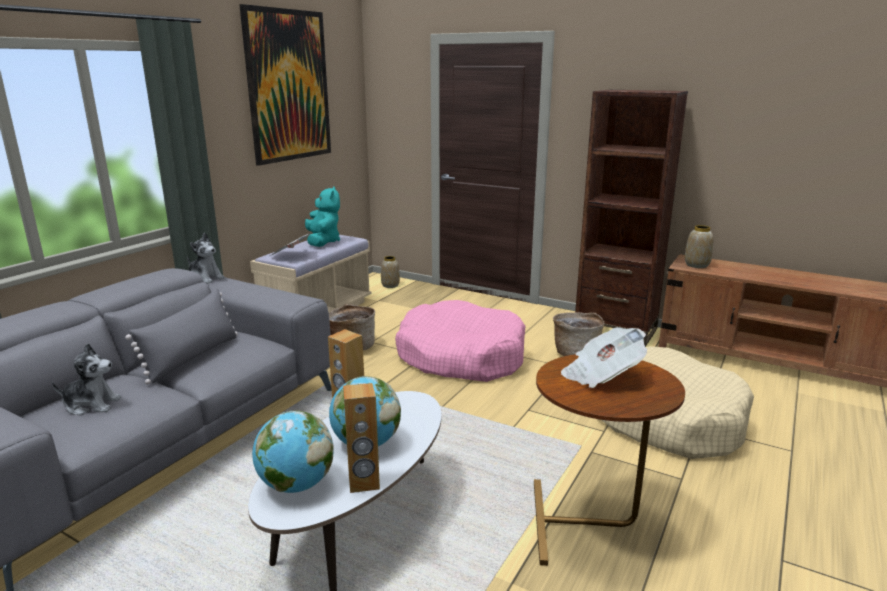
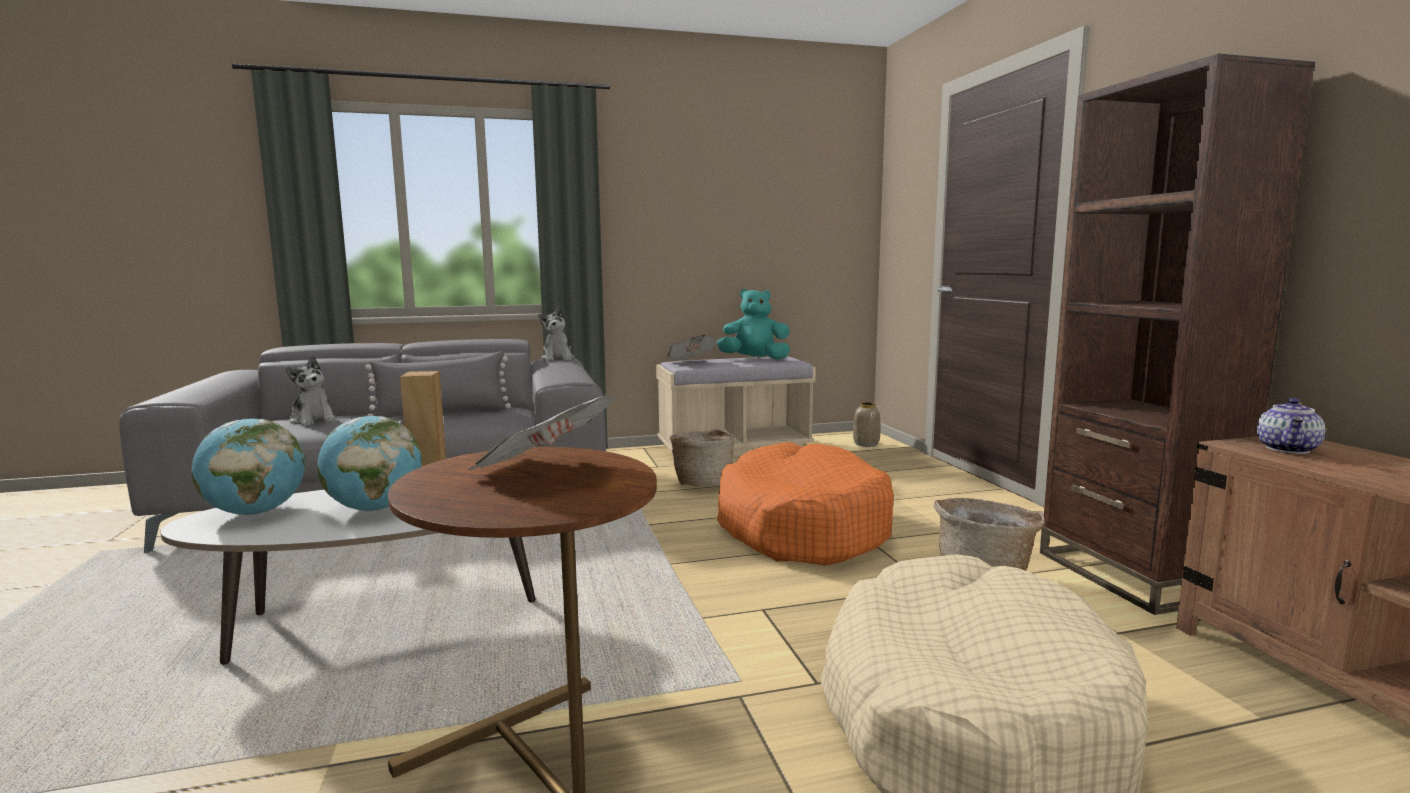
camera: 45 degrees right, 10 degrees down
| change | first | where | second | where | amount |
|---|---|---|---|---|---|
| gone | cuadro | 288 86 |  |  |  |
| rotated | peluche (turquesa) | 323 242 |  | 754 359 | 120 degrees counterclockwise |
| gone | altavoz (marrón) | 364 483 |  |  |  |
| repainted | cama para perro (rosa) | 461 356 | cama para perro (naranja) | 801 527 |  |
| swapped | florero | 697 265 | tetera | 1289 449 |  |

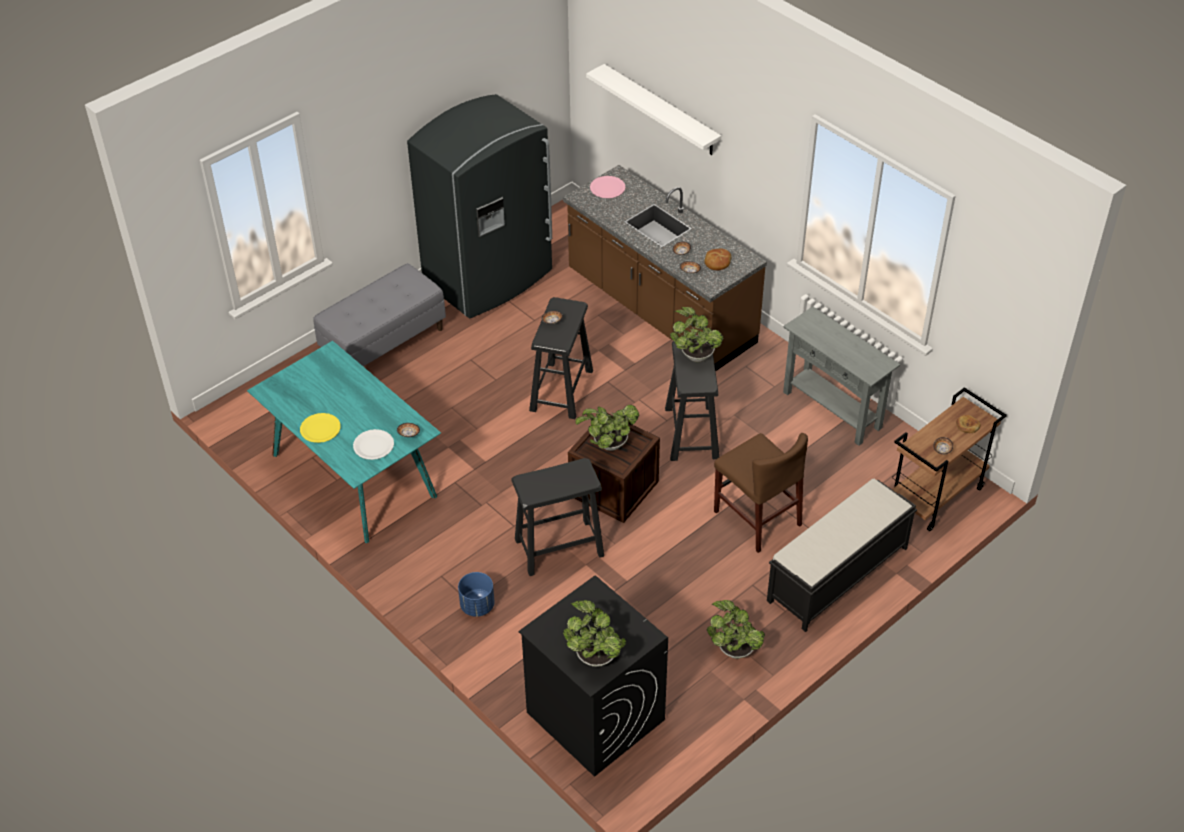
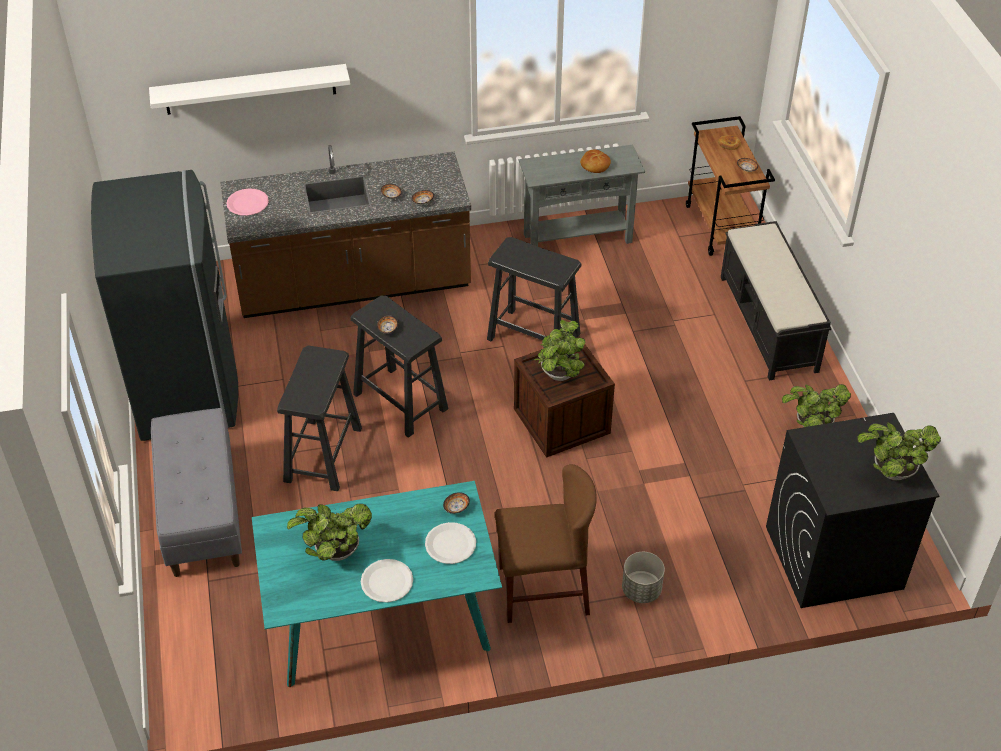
camera: 60 degrees left, 0 degrees up
| change | first | where | second | where | amount |
|---|---|---|---|---|---|
| repainted | plato (amarillo) | 320 429 | plato (blanco) | 387 582 |  |
| repainted | maceta (azul) | 477 606 | maceta (gris) | 641 590 |  |
| shifted | taburete (negro) | 559 547 |  | 323 454 |  |
| shifted | planta en maceta | 695 355 |  | 334 552 |  |
| shifted | pan | 717 263 |  | 594 165 |  |
| shifted | silla (marrón) | 757 518 |  | 543 590 |  |

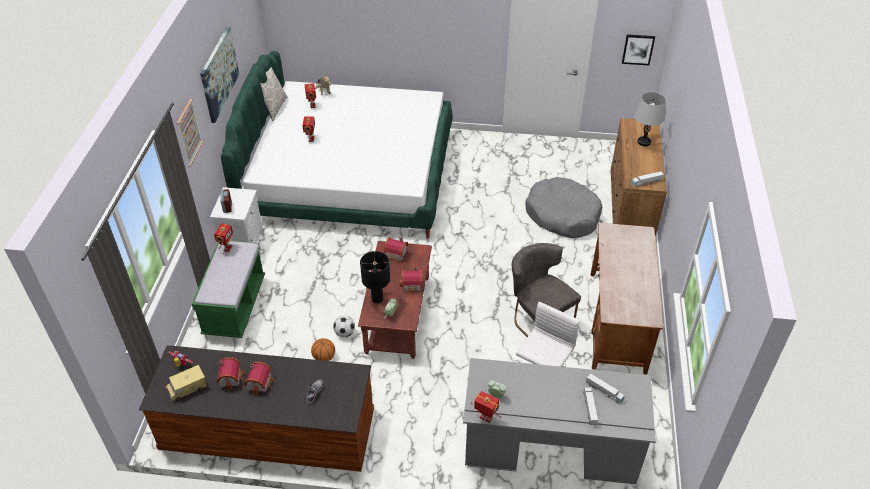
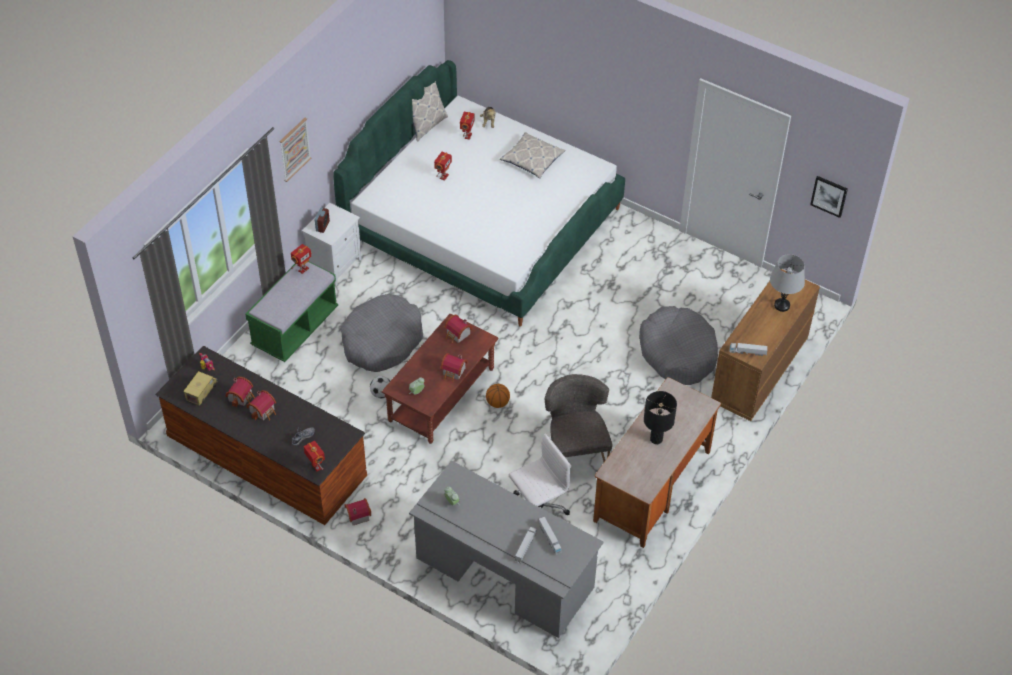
camera: 25 degrees right, 5 degrees up
| change | first | where | second | where | amount |
|---|---|---|---|---|---|
| rotated | camión de juguete | 187 388 |  | 201 391 | 120 degrees clockwise |
| gone | cuadro | 219 74 |  |  |  |
| shifted | balón de baloncesto | 324 357 |  | 497 403 |  |
| shifted | lámpara de mesa (negro) | 377 299 |  | 656 439 |  |
| shifted | robot de juguete | 485 418 |  | 316 467 |  |
| new |  |  | cama para perro (gris) | 382 341 |  |
| new |  |  | casita | 357 515 |  |
| new |  |  | cojín | 532 159 |  |

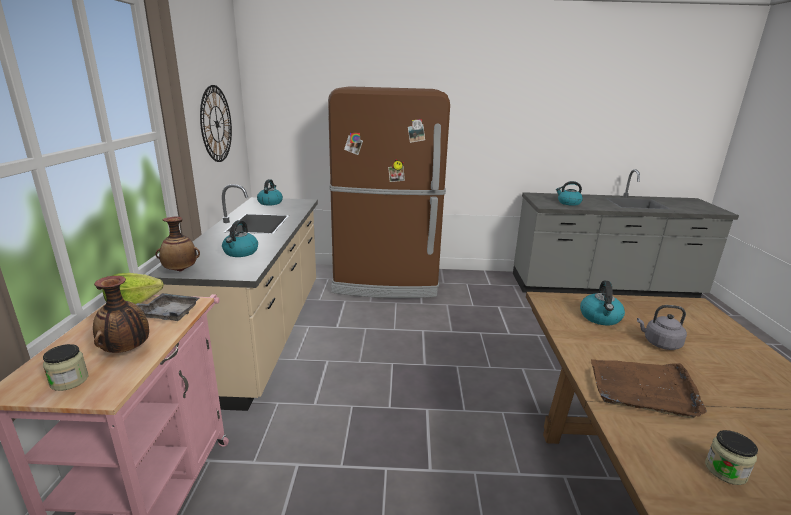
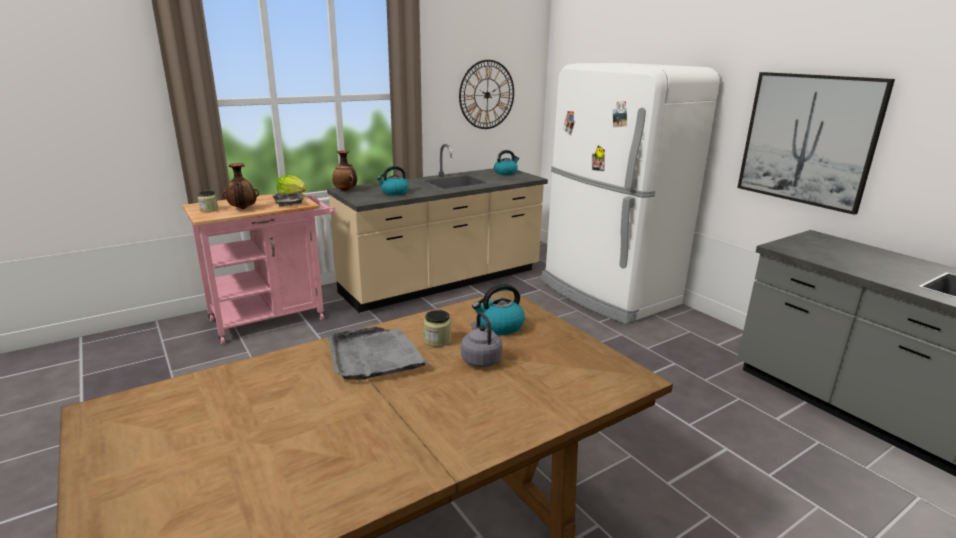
camera: 55 degrees right, 0 degrees up
| change | first | where | second | where | amount |
|---|---|---|---|---|---|
| repainted | nevera (marrón) | 386 281 | nevera (blanco) | 607 293 |  |
| gone | hervidor | 568 203 |  |  |  |
| repainted | bandeja (marrón) | 643 388 | bandeja (gris) | 374 356 |  |
| shifted | tarro | 725 471 |  | 437 340 |  |
| new |  |  | cuadro | 808 139 |  |

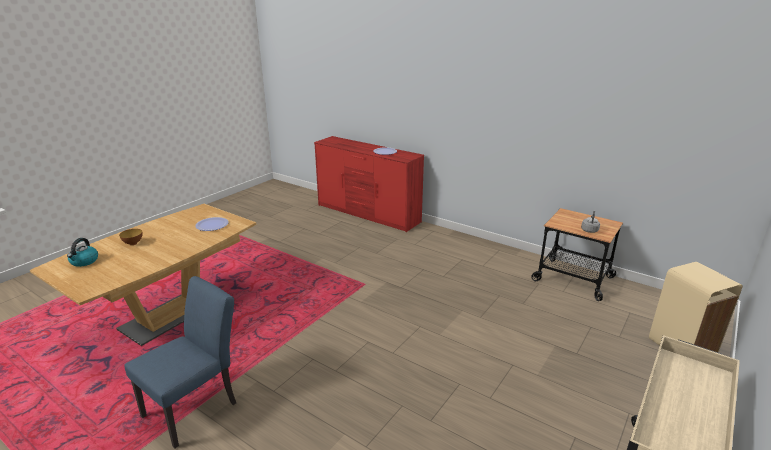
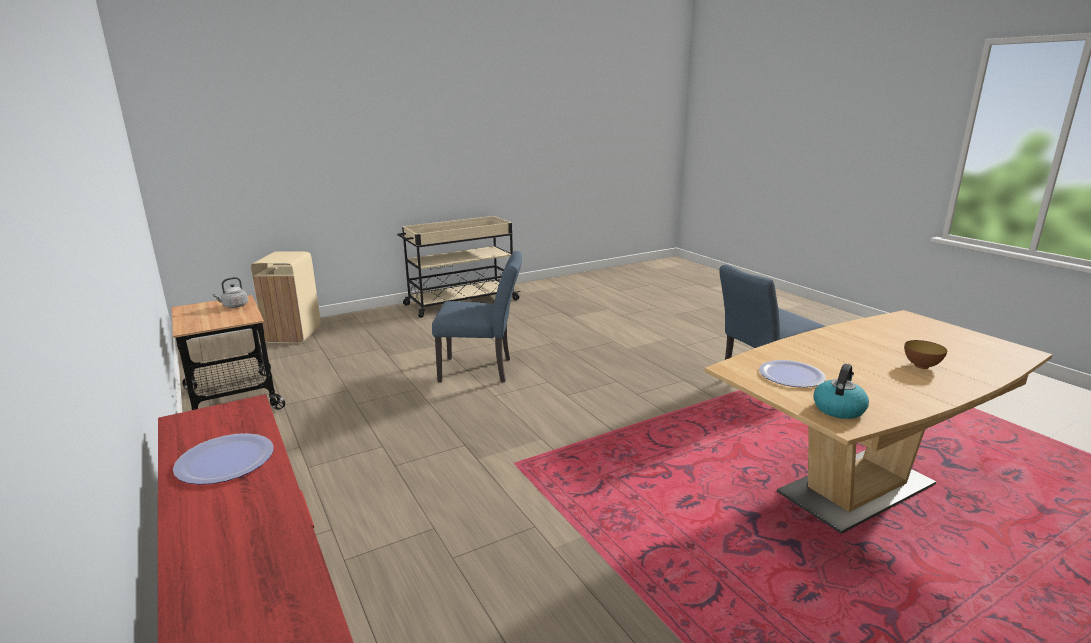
camera: 155 degrees left, 5 degrees down
| change | first | where | second | where | amount |
|---|---|---|---|---|---|
| shifted | hervidor | 84 261 |  | 838 408 |  |
| new |  |  | silla (azul) | 482 370 |  |

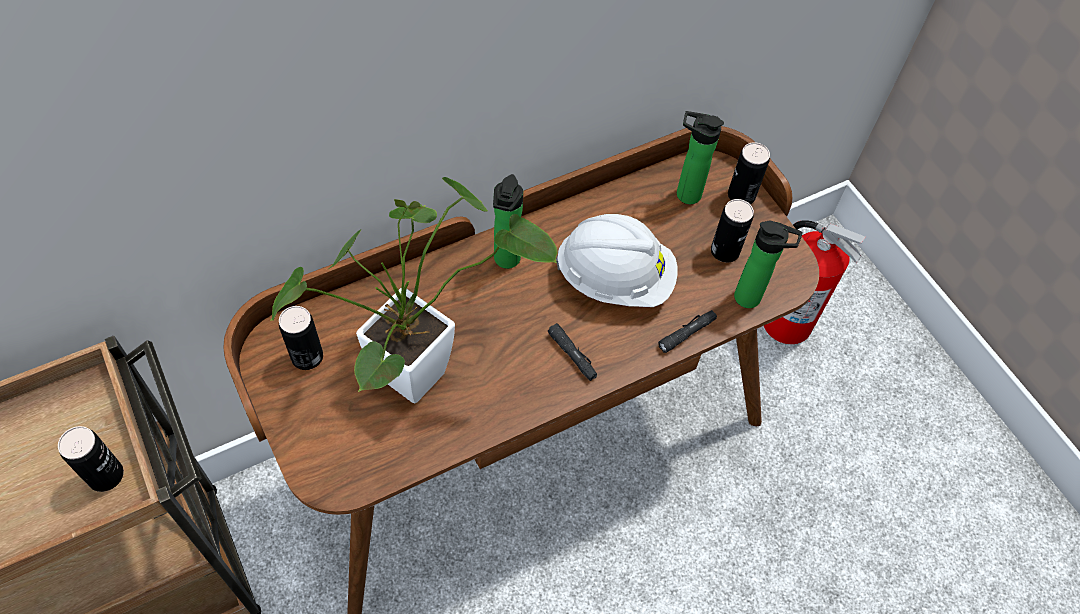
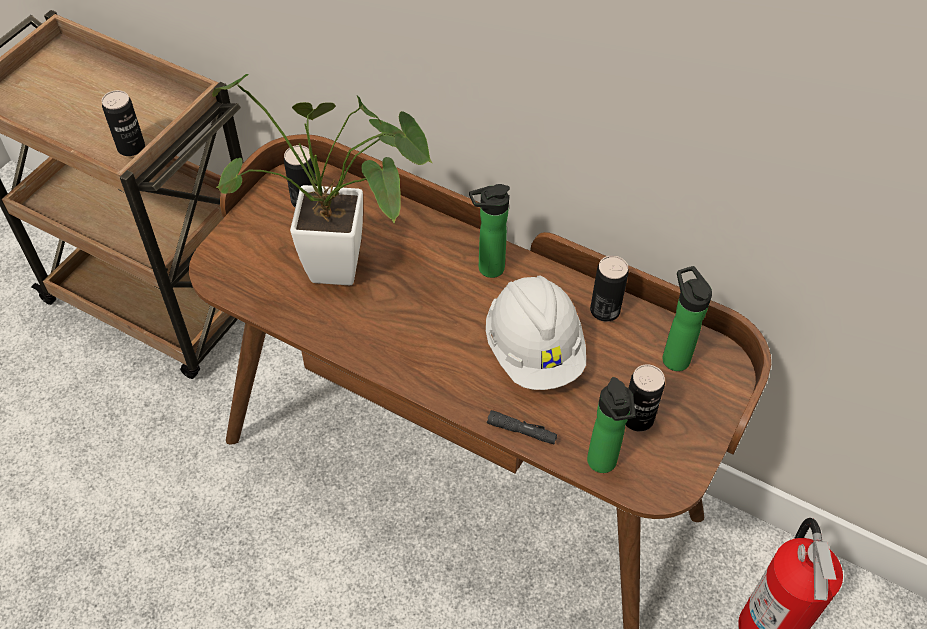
camera: 60 degrees right, 5 degrees down
| change | first | where | second | where | amount |
|---|---|---|---|---|---|
| gone | linterna (negro) | 572 355 |  |  |  |
| shifted | lata | 741 195 |  | 605 310 |  |

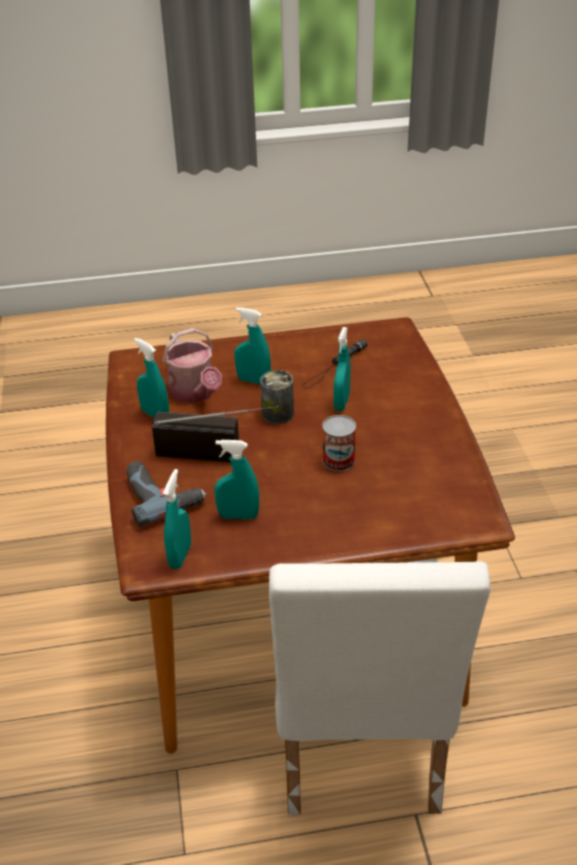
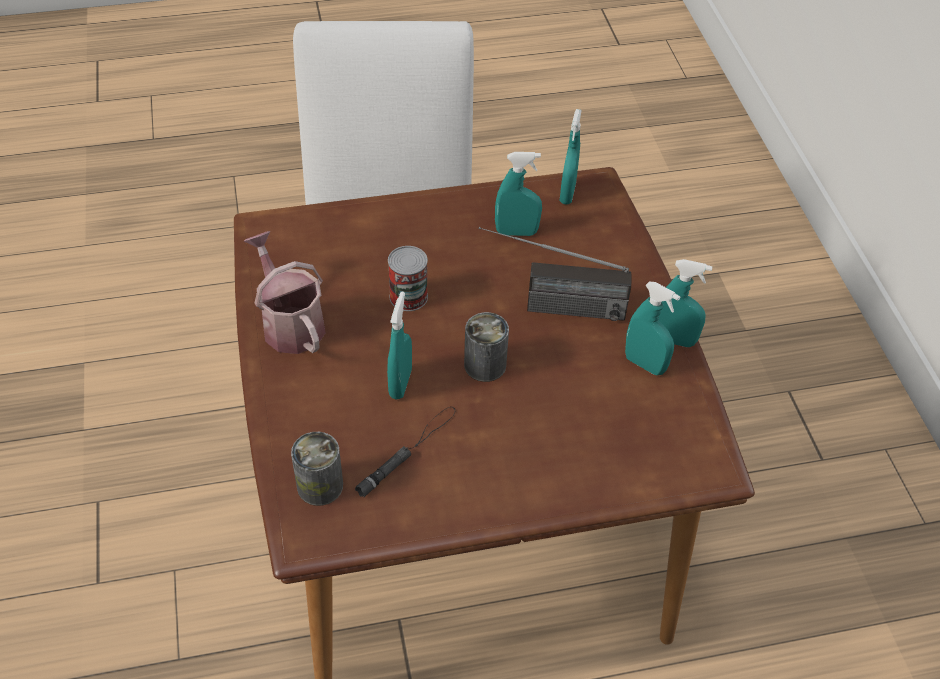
camera: 175 degrees right, 10 degrees up
| change | first | where | second | where | amount |
|---|---|---|---|---|---|
| gone | taladro | 161 495 |  |  |  |
| shifted | regadera | 195 393 |  | 289 322 |  |
| shifted | pulverizador (turquesa) | 253 380 |  | 673 340 |  |
| new |  |  | lata | 320 486 |  |

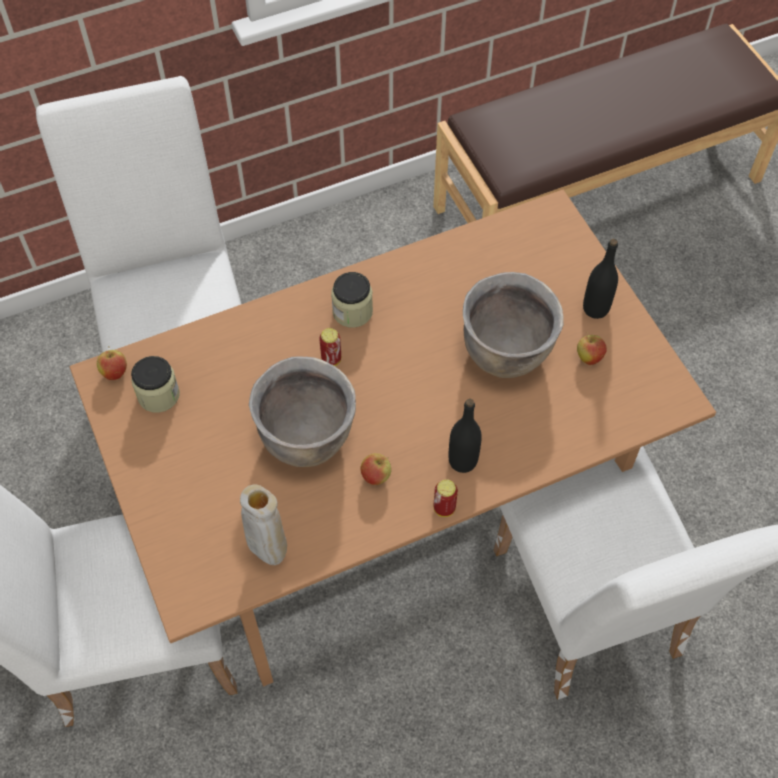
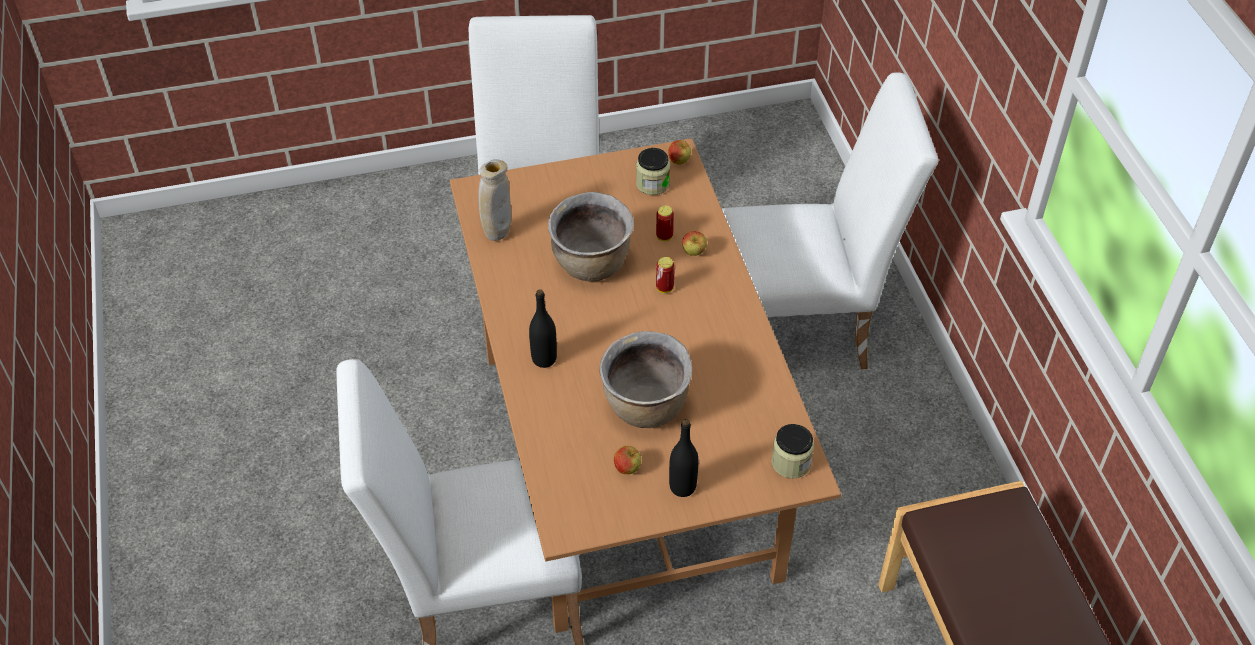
camera: 100 degrees right, 10 degrees down
| change | first | where | second | where | amount |
|---|---|---|---|---|---|
| shifted | tarro | 352 311 |  | 791 463 |  |
| shifted | manzana | 376 477 |  | 694 253 |  |
| shifted | lata | 444 508 |  | 664 236 |  |

